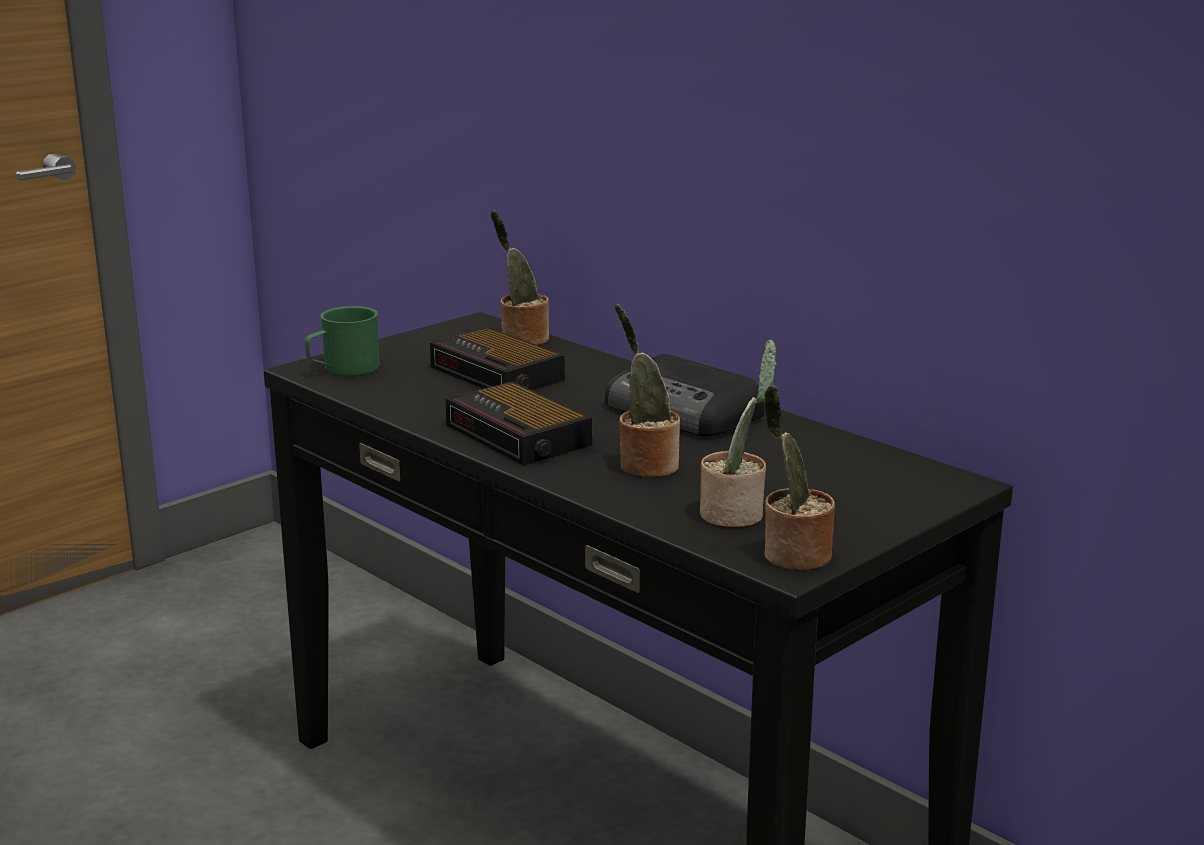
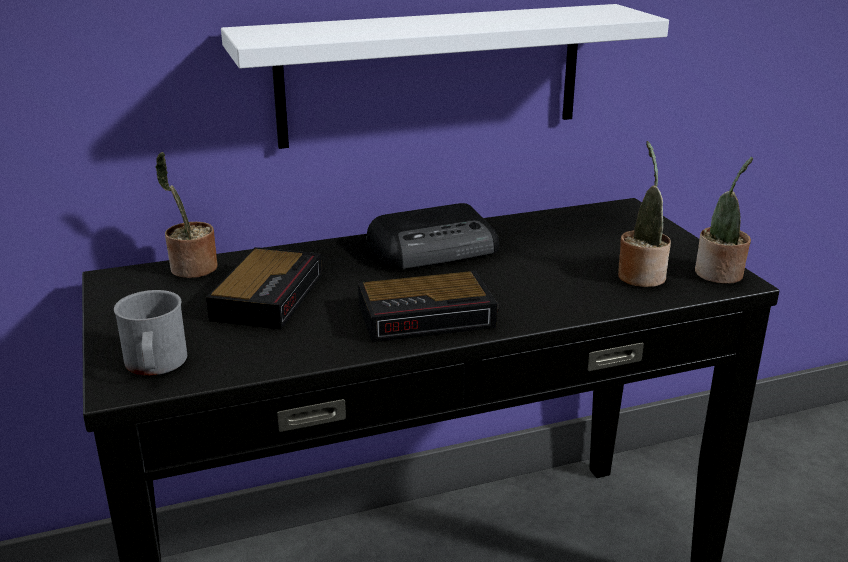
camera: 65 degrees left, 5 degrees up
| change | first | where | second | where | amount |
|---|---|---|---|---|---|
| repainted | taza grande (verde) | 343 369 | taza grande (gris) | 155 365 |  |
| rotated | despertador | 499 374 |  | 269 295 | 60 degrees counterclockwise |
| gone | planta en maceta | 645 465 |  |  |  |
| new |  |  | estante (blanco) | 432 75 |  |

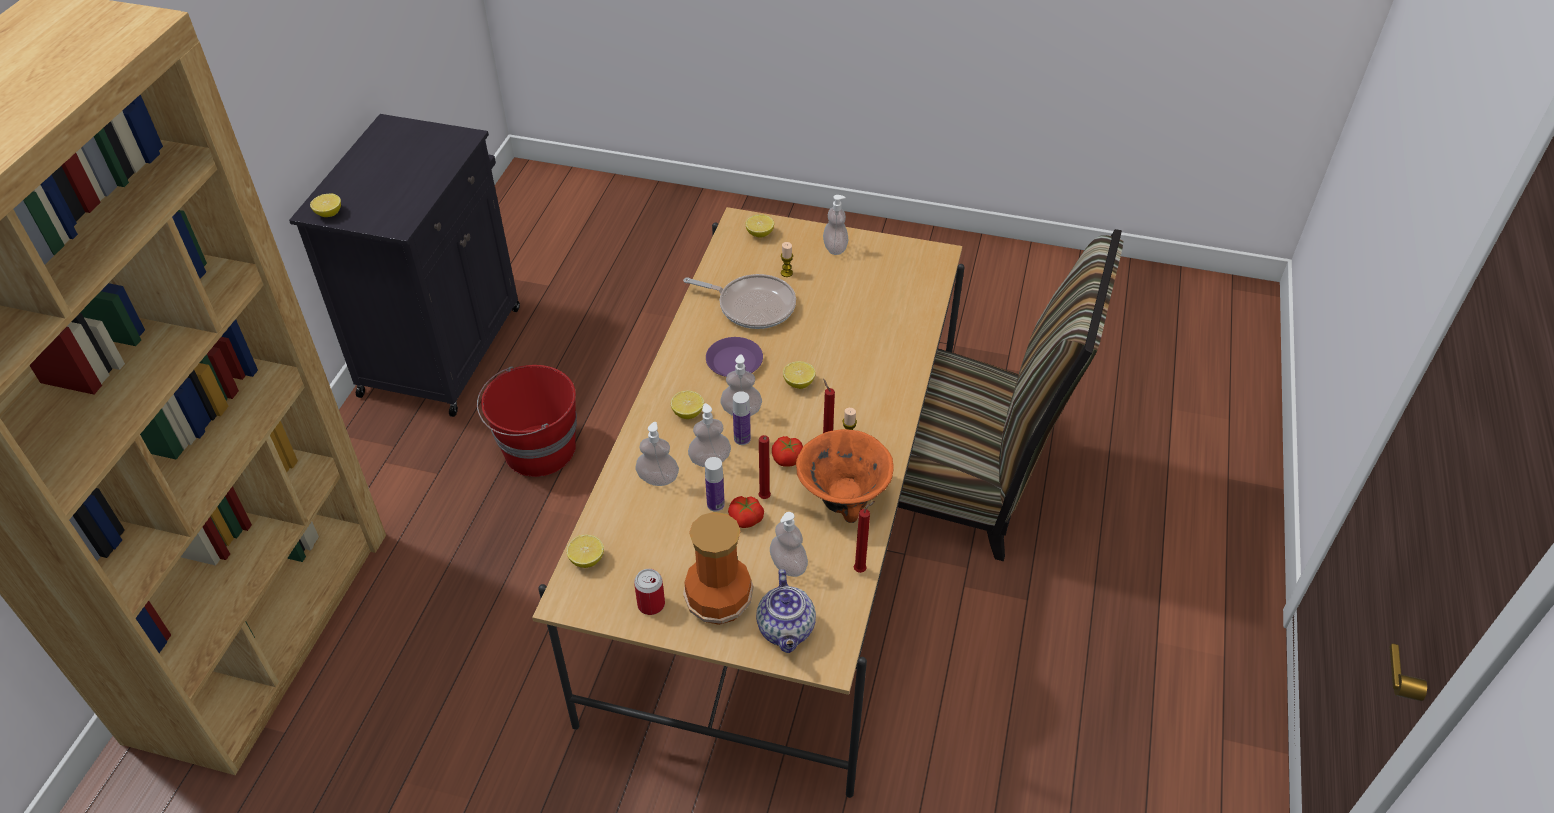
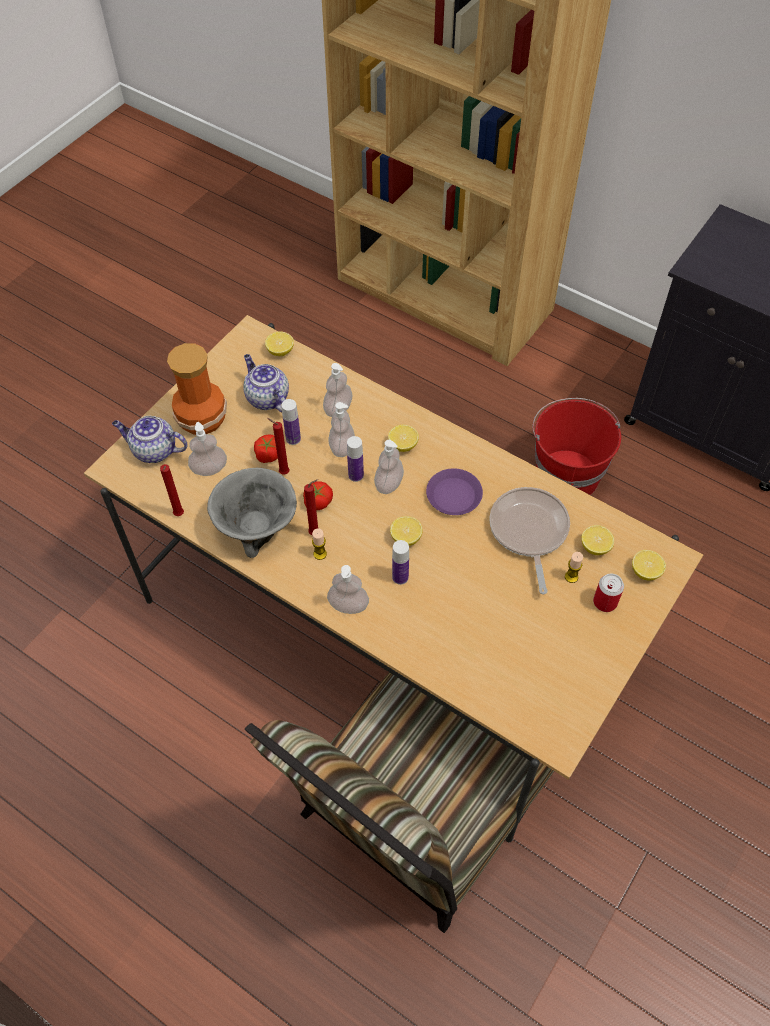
camera: 110 degrees right, 10 degrees up
| change | first | where | second | where | amount |
|---|---|---|---|---|---|
| shifted | limón | 329 213 |  | 595 547 |  |
| shifted | lata | 651 604 |  | 605 602 |  |
| rotated | sartén | 752 306 |  | 528 532 | 135 degrees clockwise |
| repainted | cuenco (naranja) | 844 497 | cuenco (gris) | 257 528 |  |
| shifted | dispensador de jabón | 835 248 |  | 348 605 |  |
| new |  |  | tetera | 266 398 |  |
| new |  |  | botella | 400 577 |  |

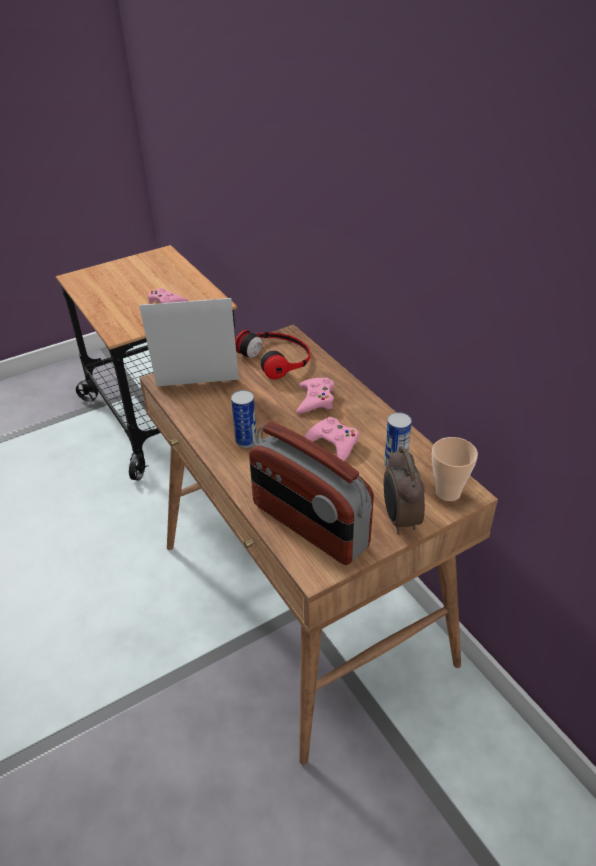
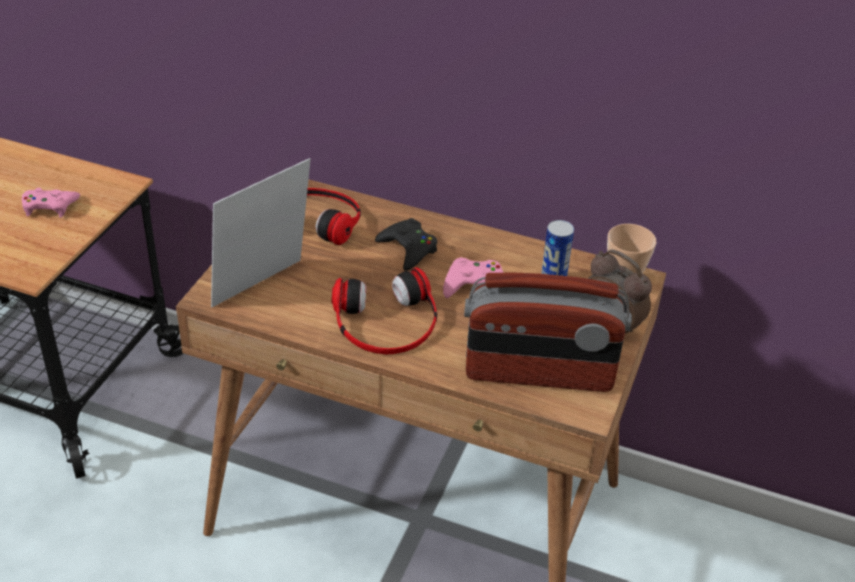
camera: 40 degrees left, 0 degrees up
| change | first | where | second | where | amount |
|---|---|---|---|---|---|
| swapped | lata | 246 441 | auriculares | 386 322 |  |
| repainted | mando de consola (rosa) | 315 400 | mando de consola (negro) | 408 249 |  |

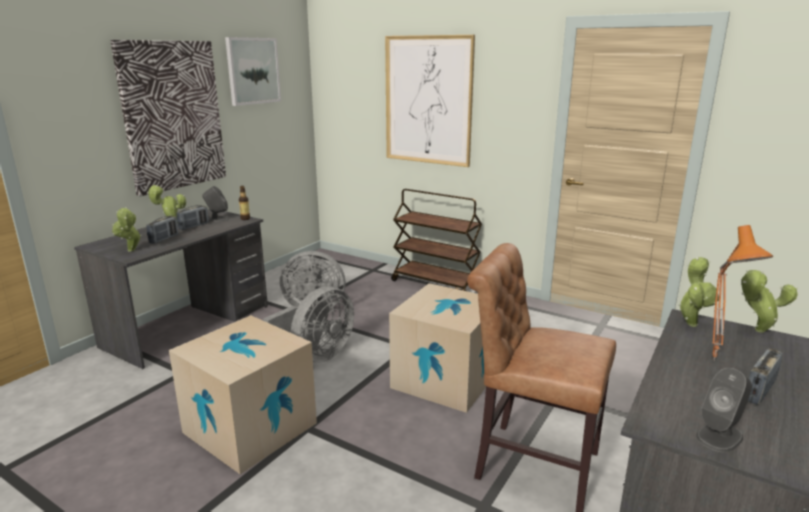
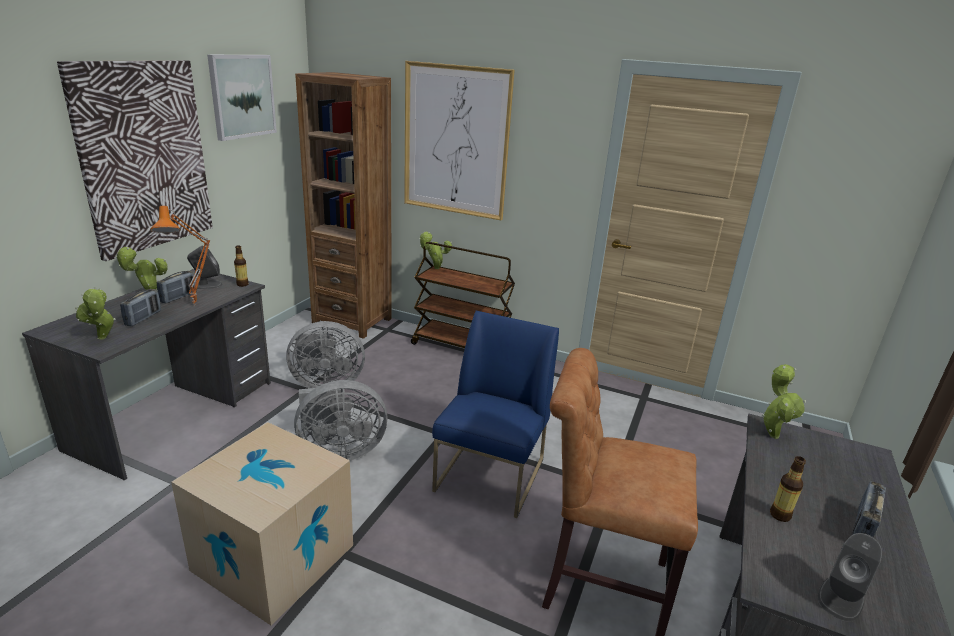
camera: 10 degrees left, 5 degrees up
| change | first | where | second | where | amount |
|---|---|---|---|---|---|
| rotated | ventilador (gris) | 316 356 |  | 339 451 | 45 degrees clockwise |
| swapped | caja de cartón | 445 379 | silla (azul) | 490 475 |  |
| shifted | lámpara de mesa (naranja) | 717 360 |  | 196 305 |  |
| shifted | planta en maceta | 756 331 |  | 434 268 |  |
| new |  |  | estantería (marrón) | 352 321 |  |
| new |  |  | botella | 780 515 |  |

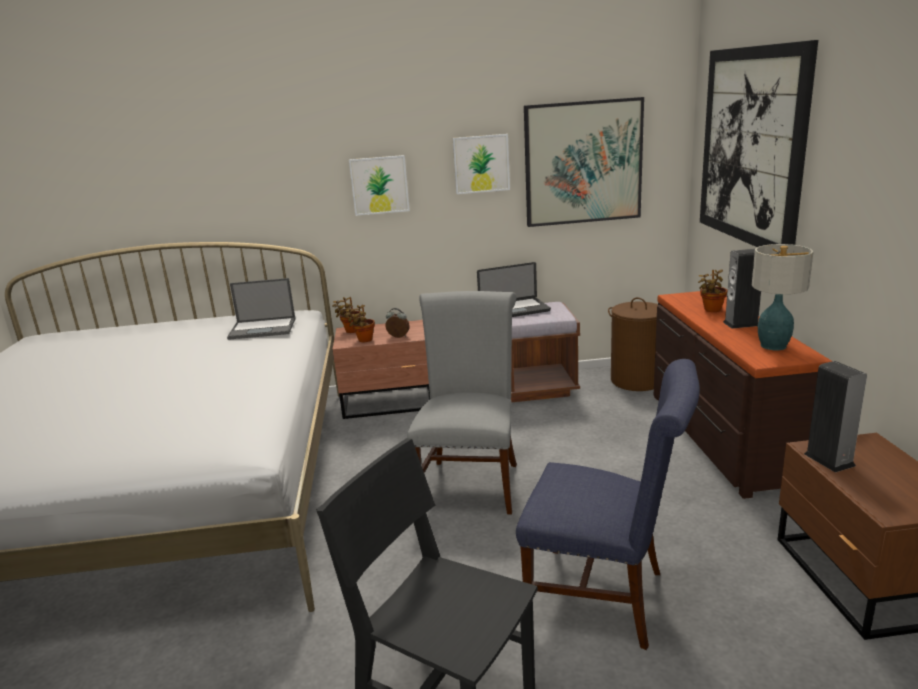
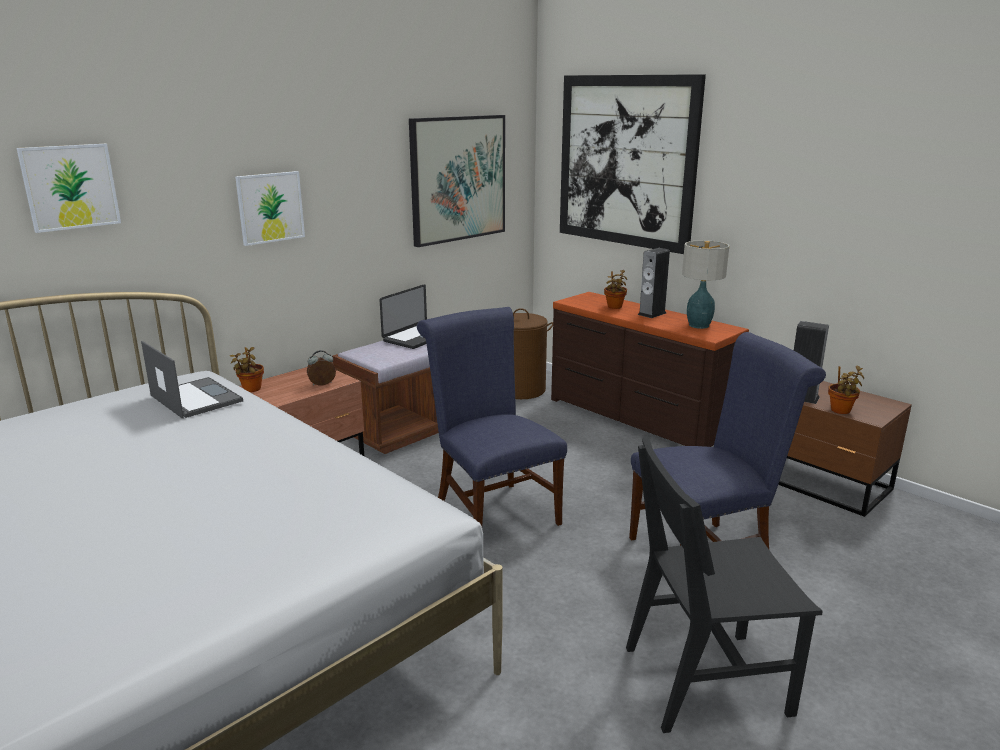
camera: 40 degrees left, 0 degrees up
| change | first | where | second | where | amount |
|---|---|---|---|---|---|
| rotated | portátil | 263 328 |  | 195 398 | 90 degrees counterclockwise |
| shifted | planta en maceta | 364 340 |  | 841 411 |  |
| repainted | silla (gris) | 471 482 | silla (azul) | 492 511 |  |
| shifted | cuadro | 481 164 |  | 70 187 |  |

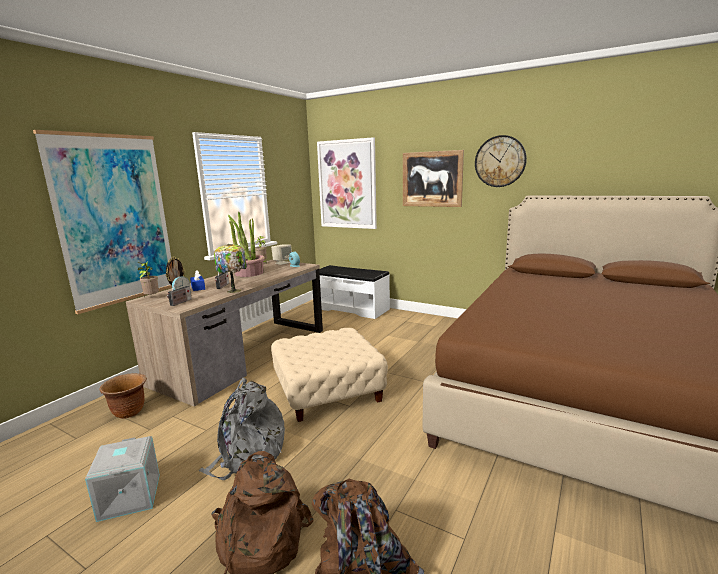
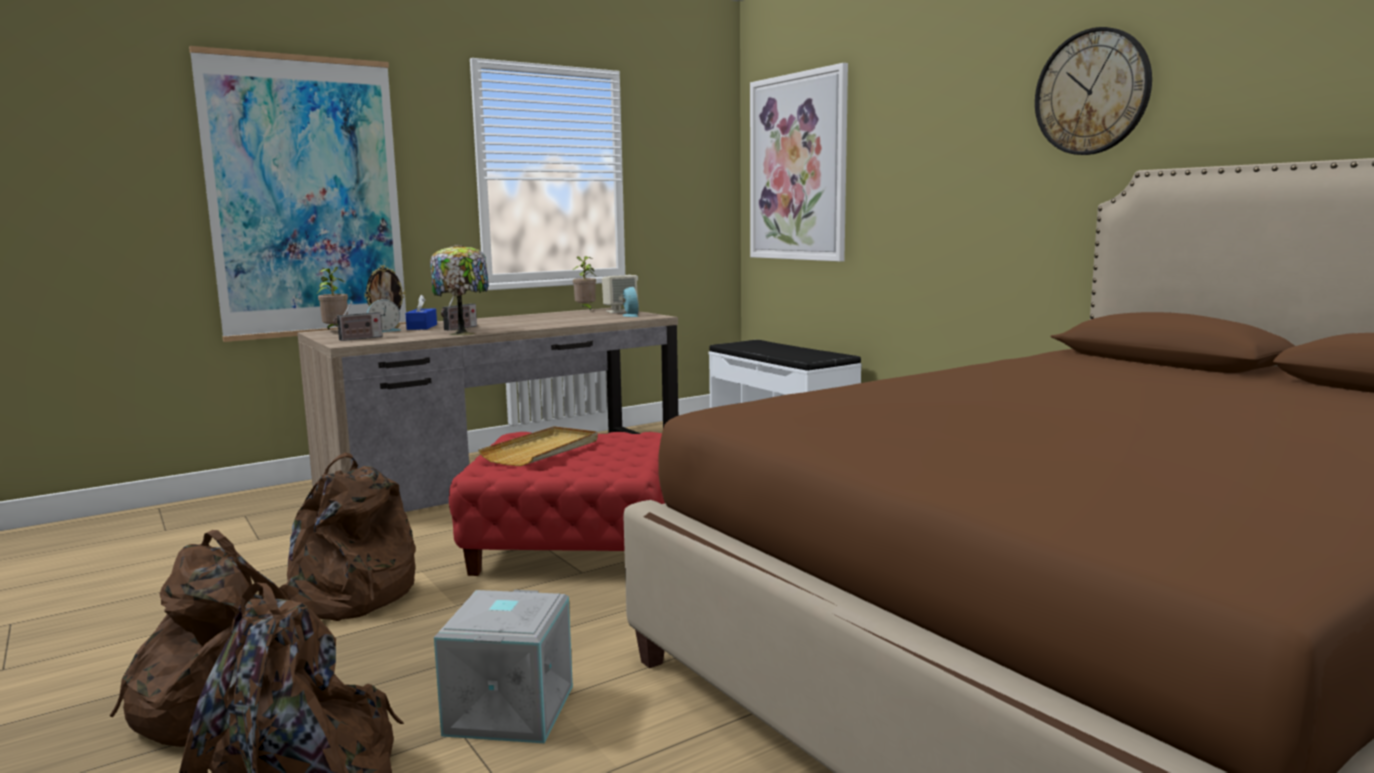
camera: 25 degrees right, 5 degrees down
| change | first | where | second | where | amount |
|---|---|---|---|---|---|
| shifted | caja de almacenaje (gris) | 128 496 |  | 508 709 |  |
| gone | maceta (marrón) | 129 412 |  |  |  |
| repainted | mochila (gris) | 248 453 | mochila (marrón) | 343 598 |  |
| gone | planta en maceta | 249 273 |  |  |  |
| repainted | puf (beis) | 328 390 | puf (rojo) | 575 543 |  |
| gone | cuadro | 432 179 |  |  |  |
| new |  |  | bandeja (beis) | 542 450 |  |

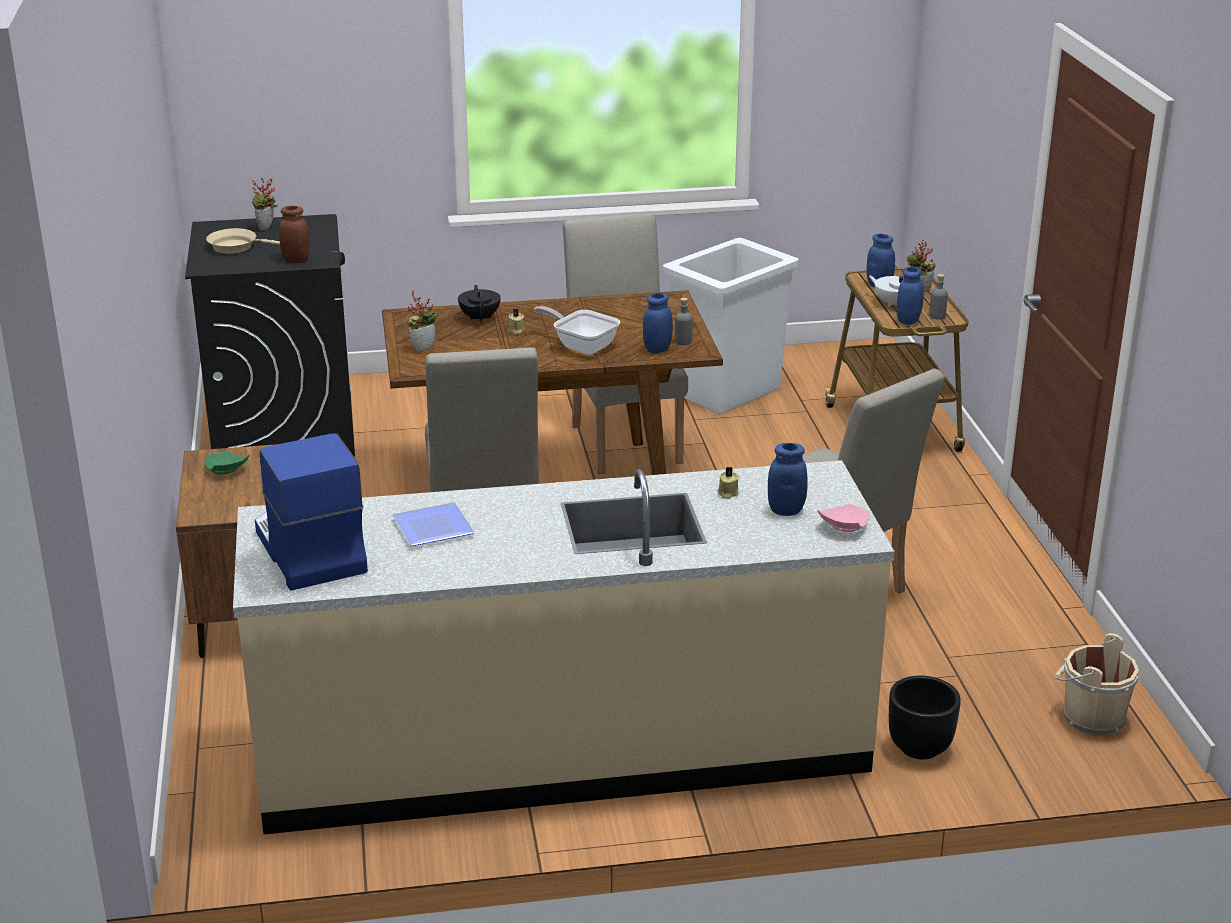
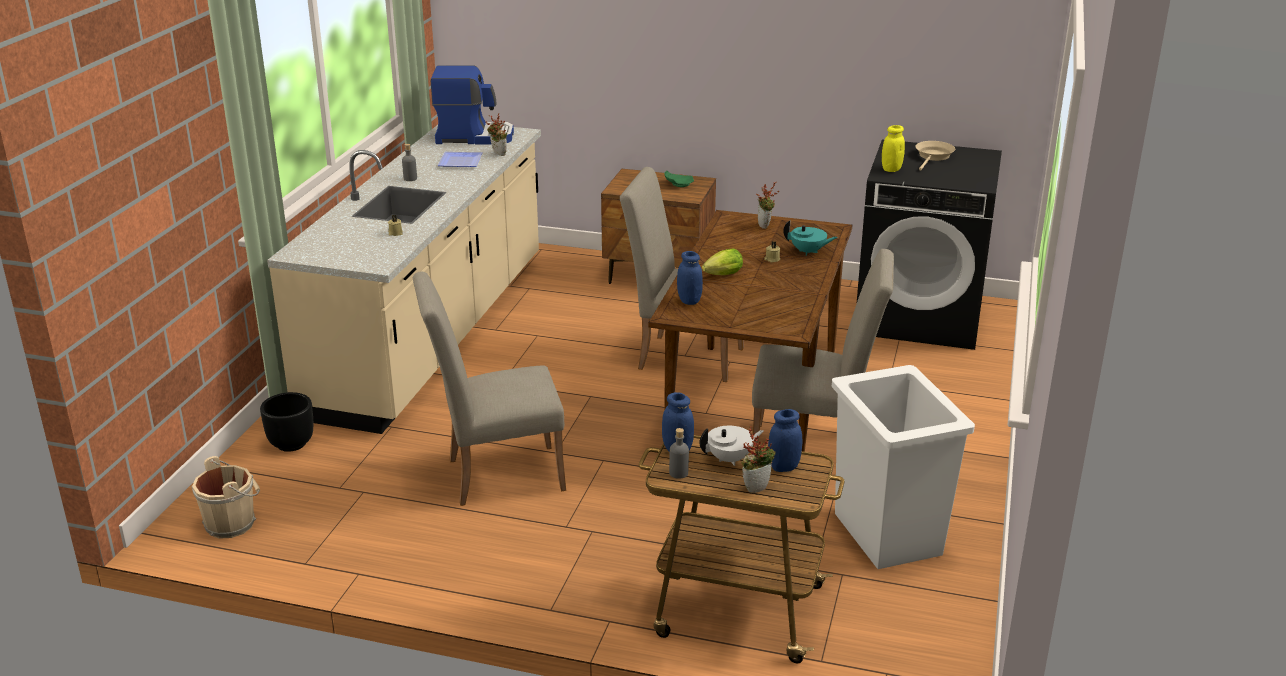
camera: 115 degrees right, 0 degrees up
| change | first | where | second | where | amount |
|---|---|---|---|---|---|
| shifted | planta en maceta | 266 228 |  | 497 154 |  |
| repainted | tarro (marrón) | 296 260 | tarro (amarillo) | 891 169 |  |
| repainted | tetera (negro) | 480 318 | tetera (turquesa) | 808 252 |  |
| swapped | sartén | 581 346 | lechuga | 721 275 |  |
| shifted | botella (gris) | 683 341 |  | 410 178 |  |
| gone | tarro (azul) | 786 510 |  |  |  |
| gone | plato (rosa) | 843 526 |  |  |  |

